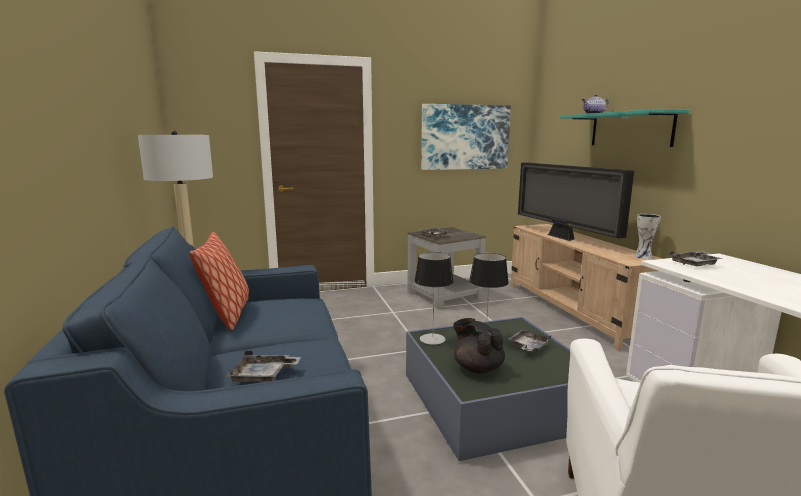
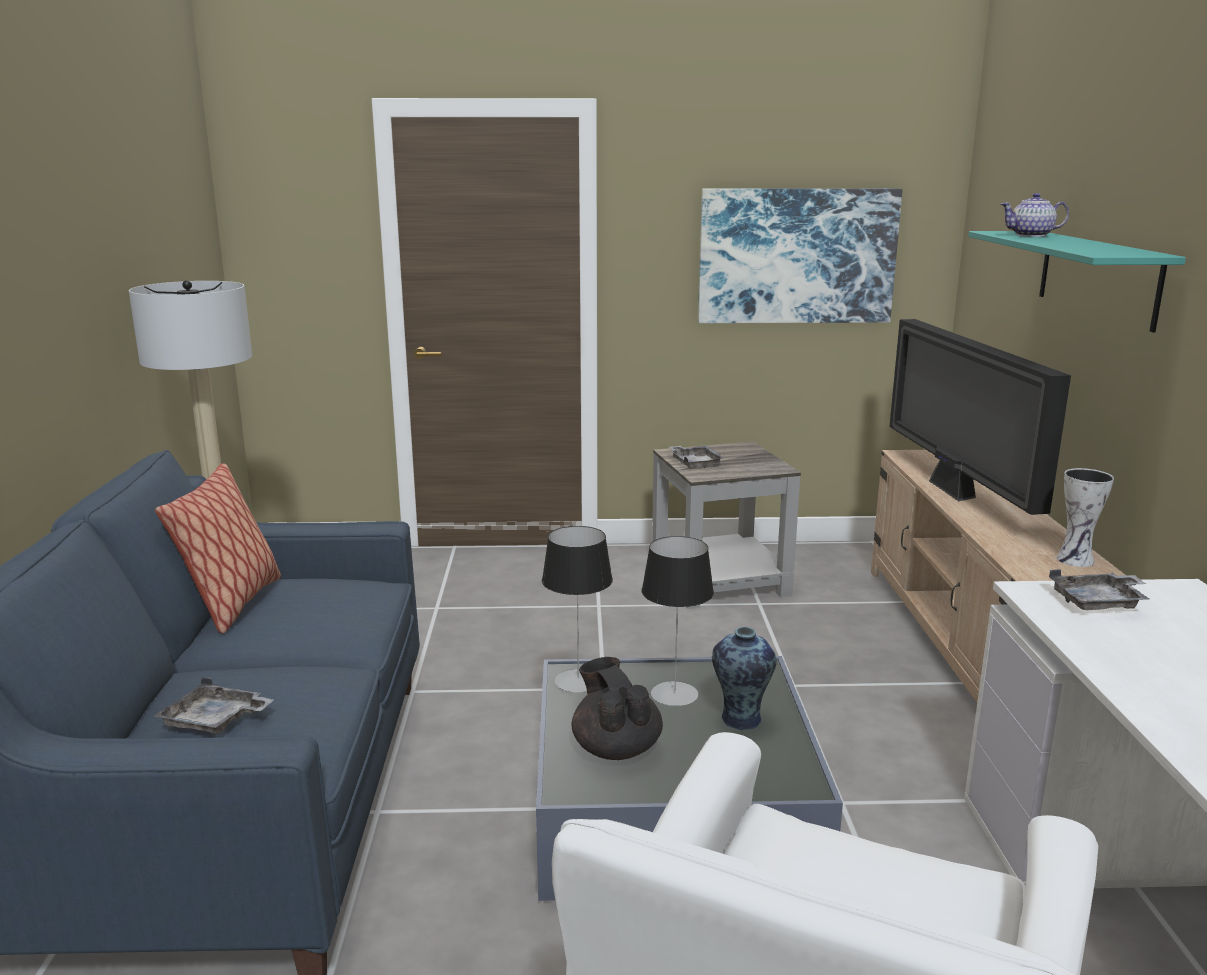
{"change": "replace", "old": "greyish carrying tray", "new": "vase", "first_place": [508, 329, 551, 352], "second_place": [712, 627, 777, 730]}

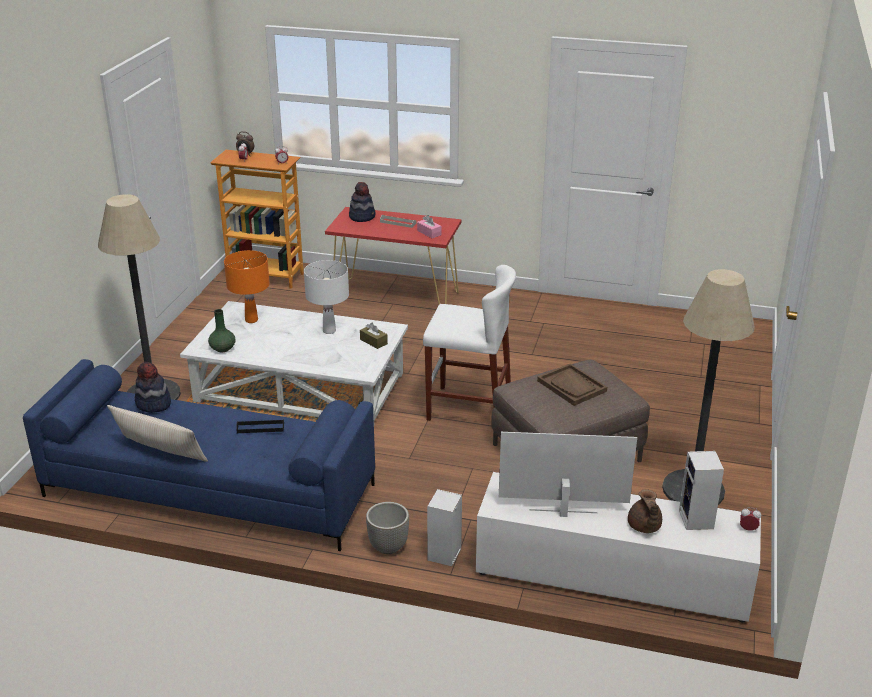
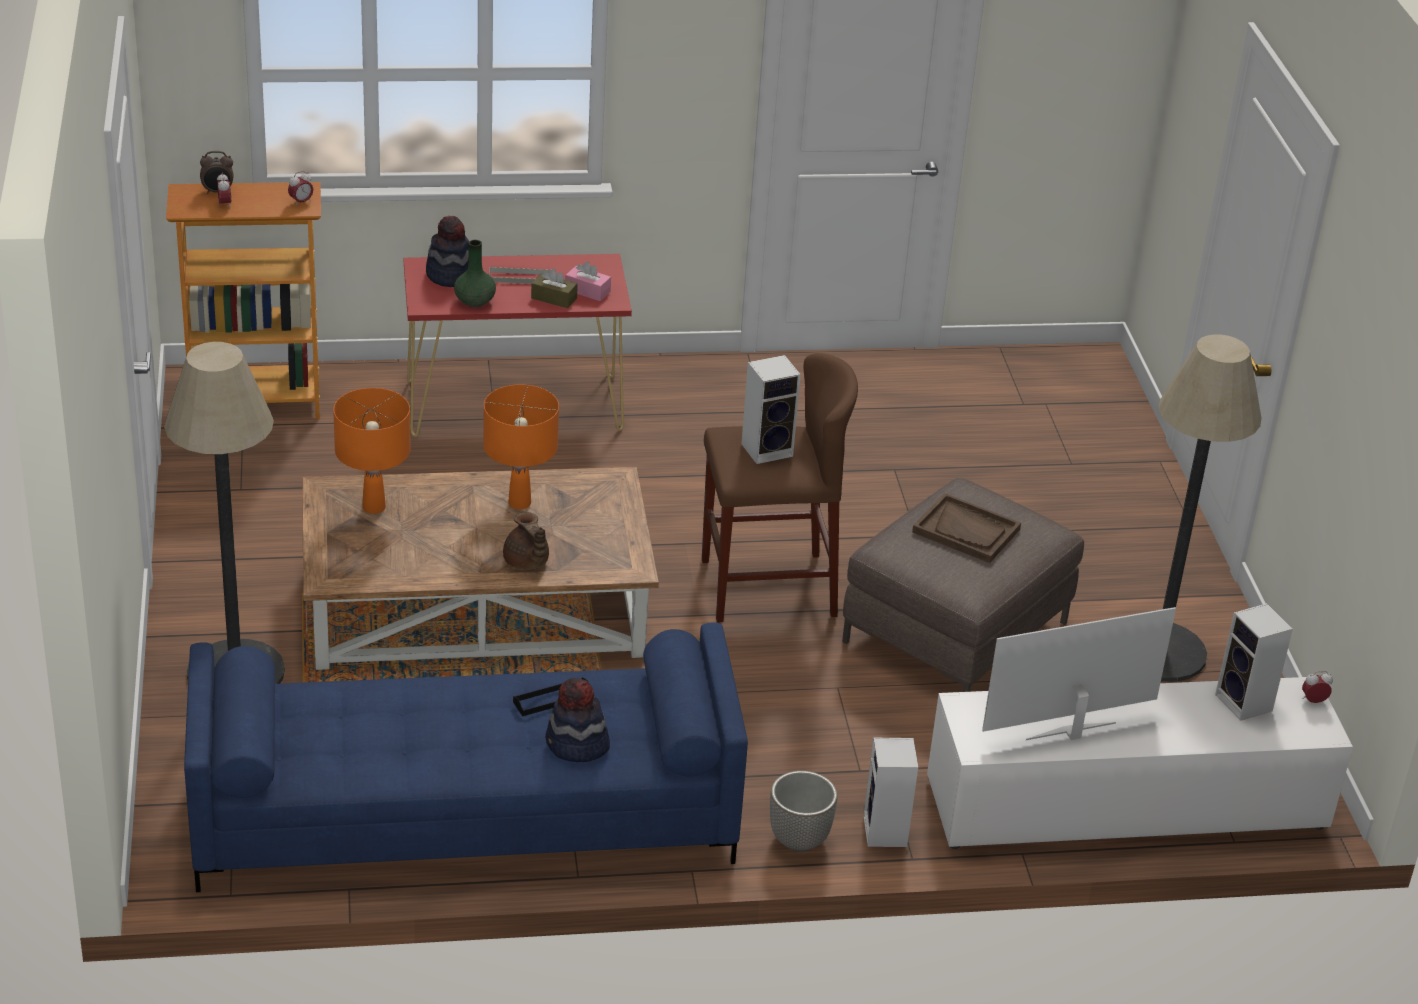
{"change": "delete", "old": "beige cushion", "first_place": [107, 405, 208, 462]}
{"change": "insert", "new": "speaker", "second_place": [741, 355, 801, 464]}
{"change": "move", "old": "clothing hat", "first_place": [134, 362, 171, 413], "second_place": [545, 678, 610, 762]}
{"change": "move", "old": "green-coloured vase", "first_place": [208, 309, 236, 352], "second_place": [454, 240, 496, 307]}
{"change": "move", "old": "brown-coloured tissue holder", "first_place": [360, 323, 388, 349], "second_place": [531, 269, 578, 308]}
{"change": "move", "old": "brown-coloured tea pot", "first_place": [628, 489, 662, 533], "second_place": [503, 512, 549, 570]}
{"change": "recolor", "old": "white low table", "new": "brown-coloured low table", "first_place": [180, 301, 408, 421], "second_place": [302, 467, 659, 670]}
{"change": "recolor", "old": "white lamp for a table", "new": "orange-coloured lamp for a table", "first_place": [304, 260, 349, 334], "second_place": [483, 384, 559, 509]}
{"change": "recolor", "old": "white stool seat", "new": "brown-coloured stool seat", "first_place": [423, 265, 516, 421], "second_place": [702, 353, 858, 622]}

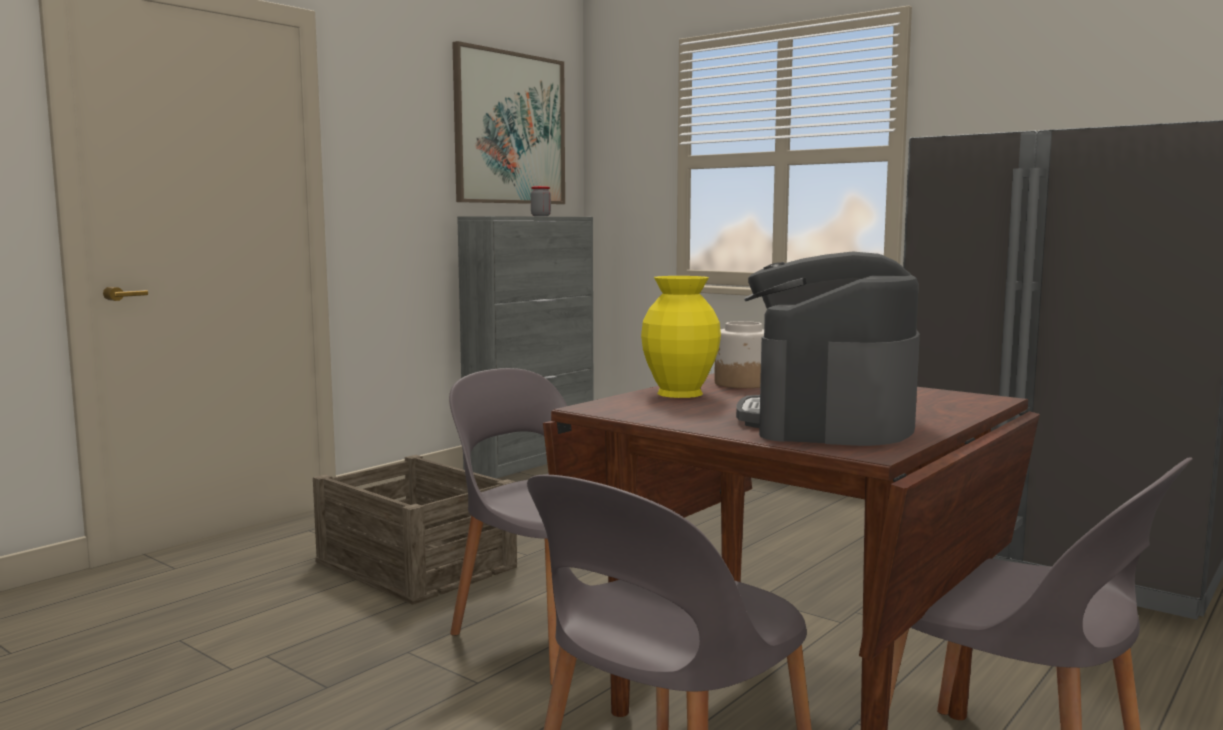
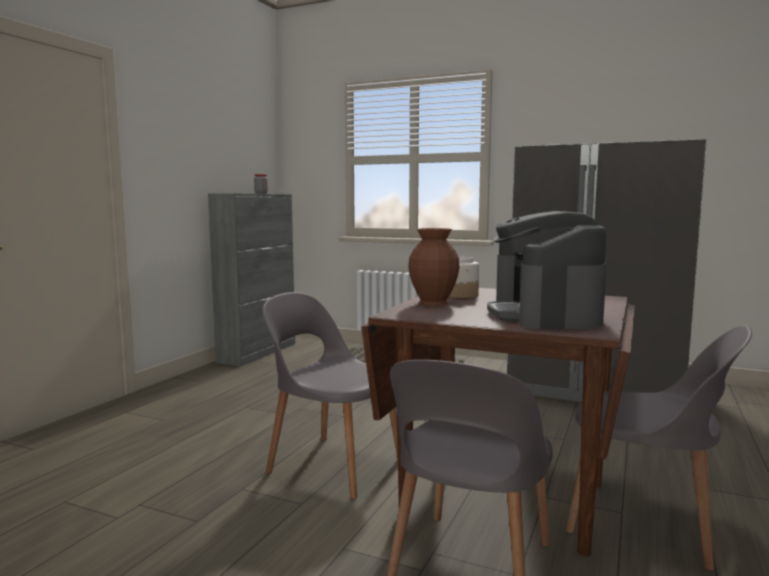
{"change": "delete", "old": "shipping crate", "first_place": [313, 455, 517, 605]}
{"change": "delete", "old": "picture", "first_place": [452, 41, 565, 204]}
{"change": "recolor", "old": "yellow vase", "new": "brown-coloured vase", "first_place": [641, 276, 721, 398], "second_place": [408, 228, 460, 306]}

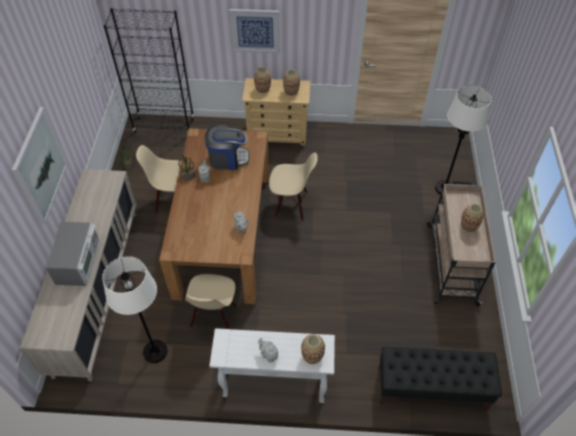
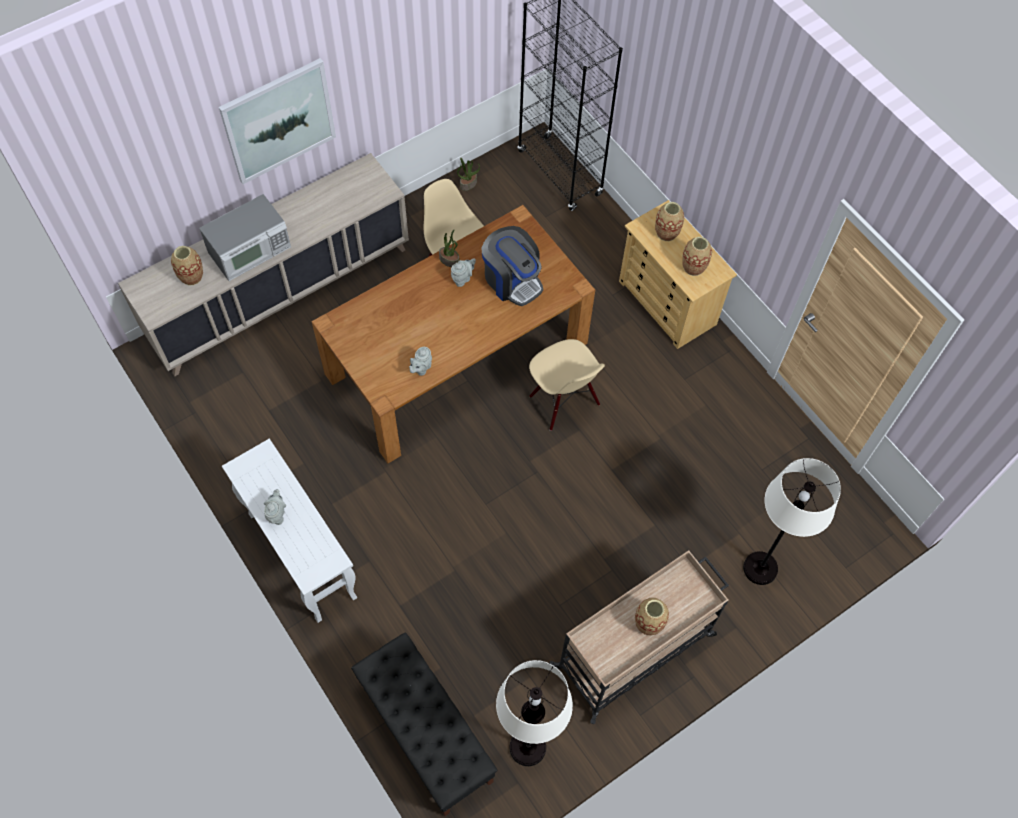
{"change": "delete", "old": "beige upright chair", "first_place": [185, 274, 236, 329]}
{"change": "delete", "old": "picture", "first_place": [229, 9, 280, 53]}
{"change": "move", "old": "white standard lamp", "first_place": [102, 256, 168, 363], "second_place": [496, 660, 573, 766]}
{"change": "move", "old": "vase", "first_place": [301, 334, 325, 365], "second_place": [171, 246, 203, 286]}

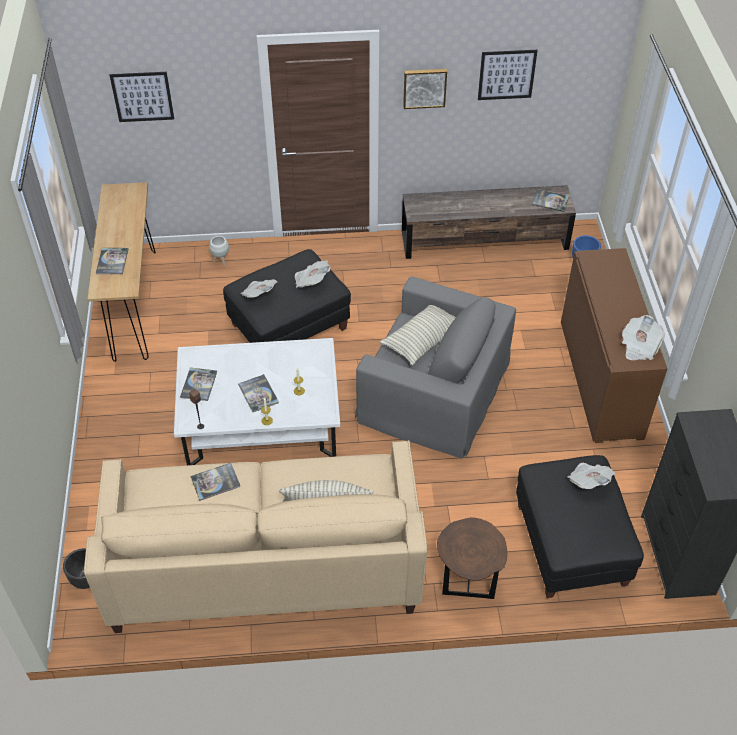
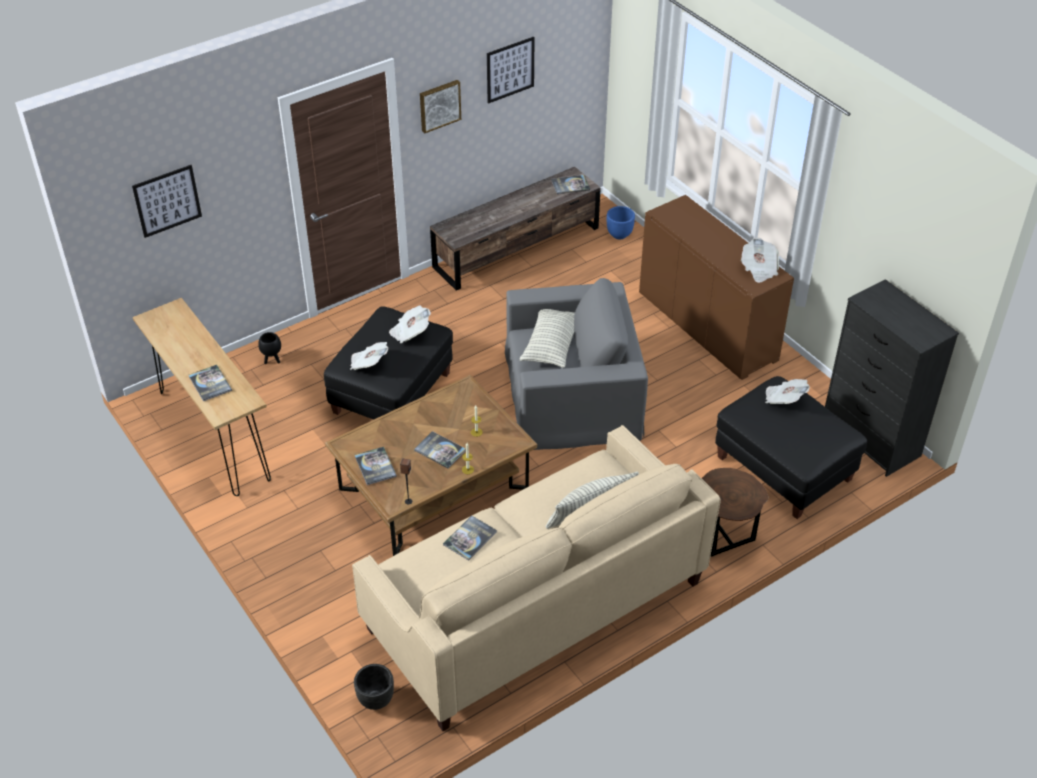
{"change": "recolor", "old": "white low table", "new": "brown-coloured low table", "first_place": [174, 338, 340, 465], "second_place": [325, 375, 537, 556]}
{"change": "recolor", "old": "white plant pot", "new": "black plant pot", "first_place": [209, 236, 229, 266], "second_place": [258, 332, 281, 364]}

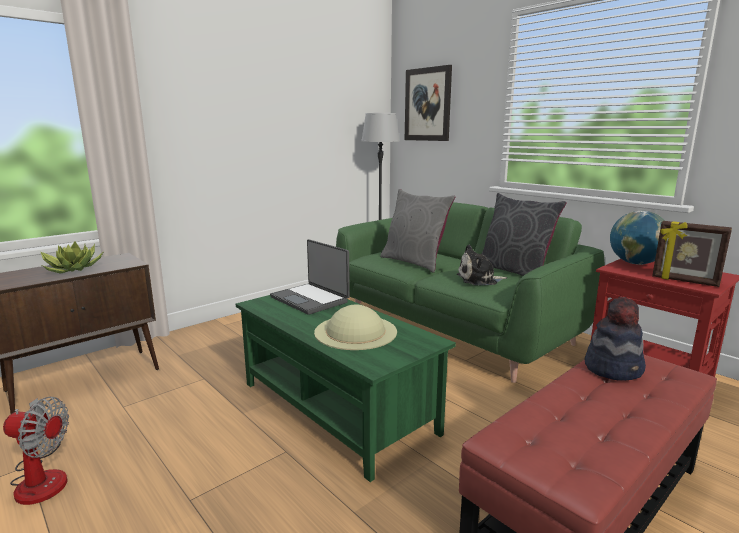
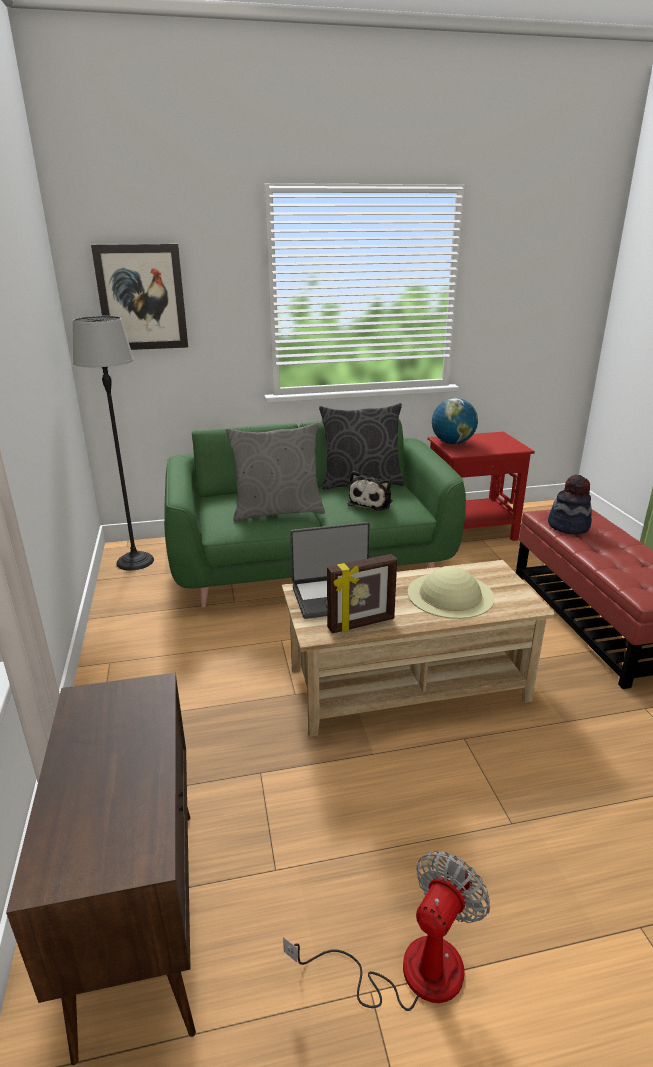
{"change": "delete", "old": "plant in a pot", "first_place": [40, 241, 104, 273]}
{"change": "move", "old": "picture frame", "first_place": [652, 221, 732, 287], "second_place": [327, 554, 397, 634]}
{"change": "recolor", "old": "green-coloured low table", "new": "beige low table", "first_place": [236, 295, 456, 482], "second_place": [282, 560, 556, 737]}

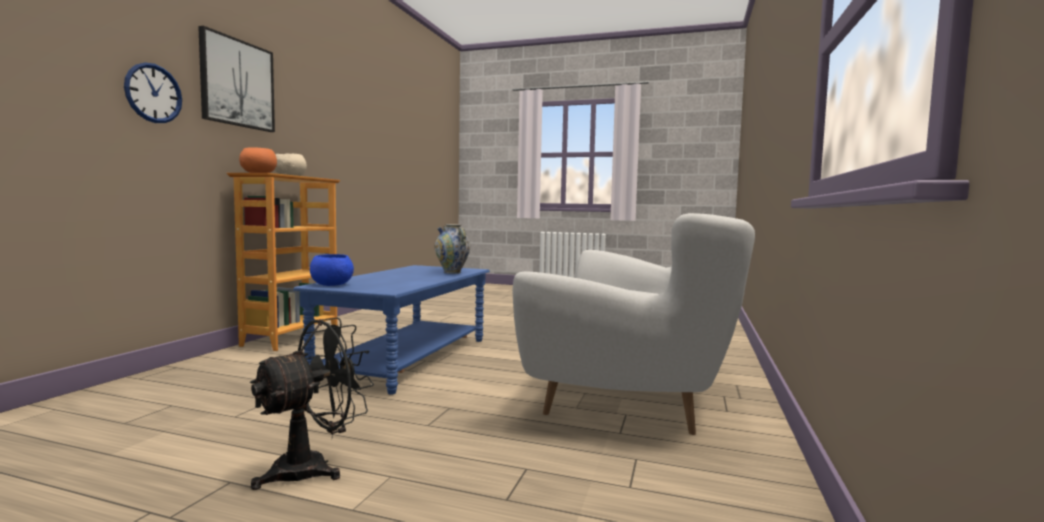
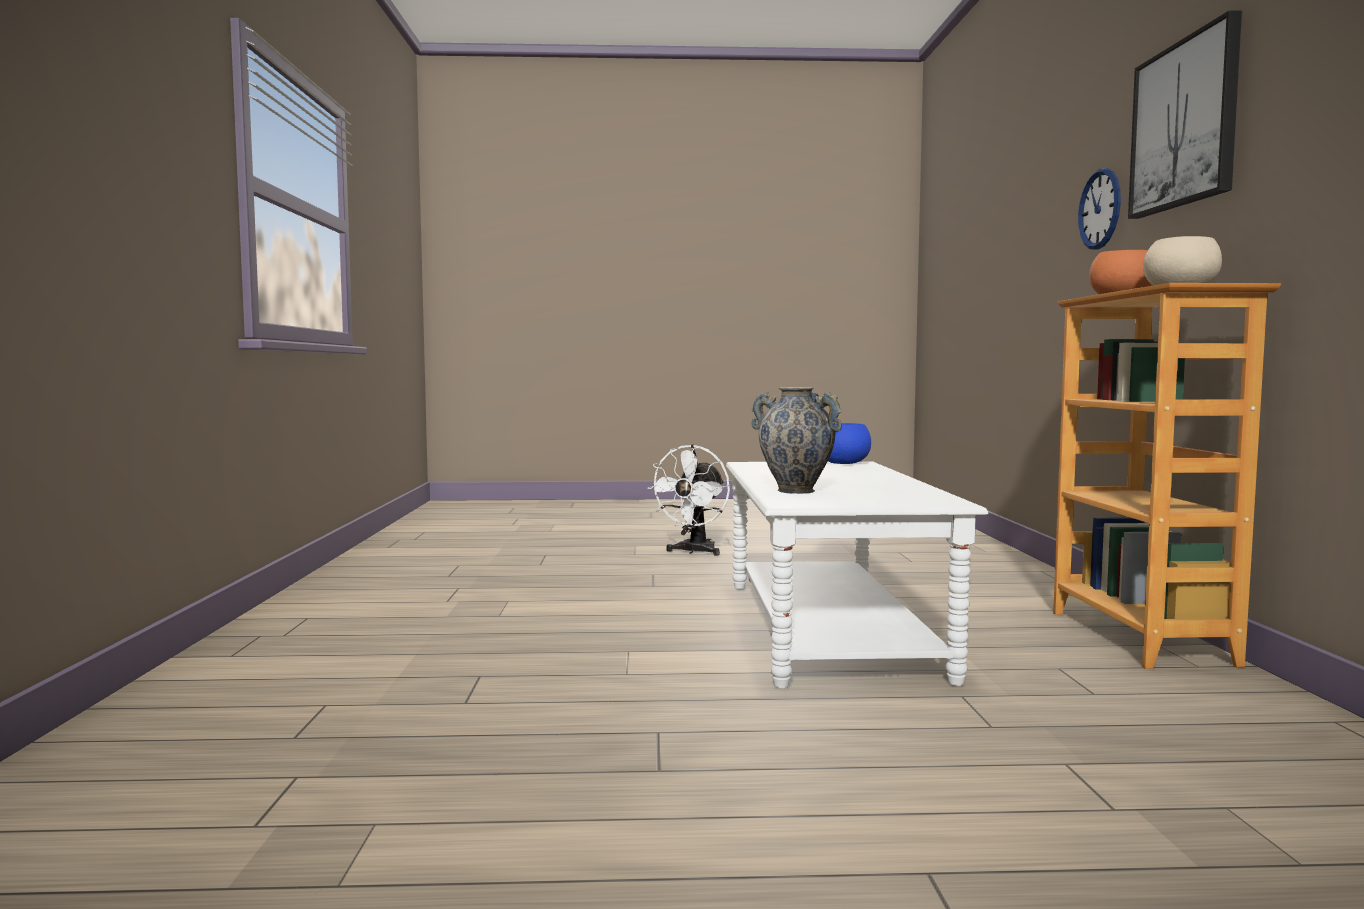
{"change": "delete", "old": "white sofa", "first_place": [512, 213, 755, 435]}
{"change": "recolor", "old": "black electric fan", "new": "white electric fan", "first_place": [250, 317, 374, 490], "second_place": [647, 445, 730, 556]}
{"change": "recolor", "old": "blue-coloured low table", "new": "white low table", "first_place": [293, 265, 490, 395], "second_place": [726, 461, 988, 688]}

